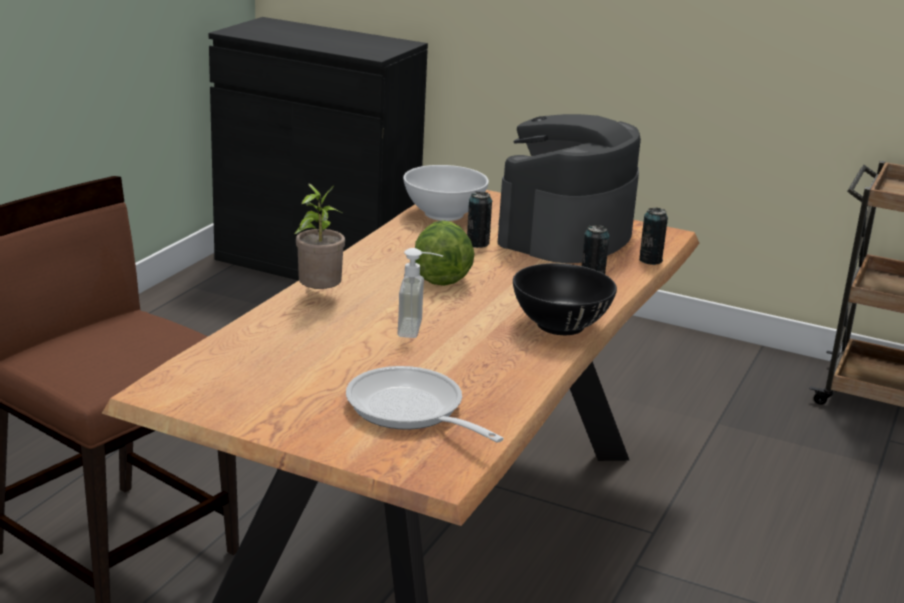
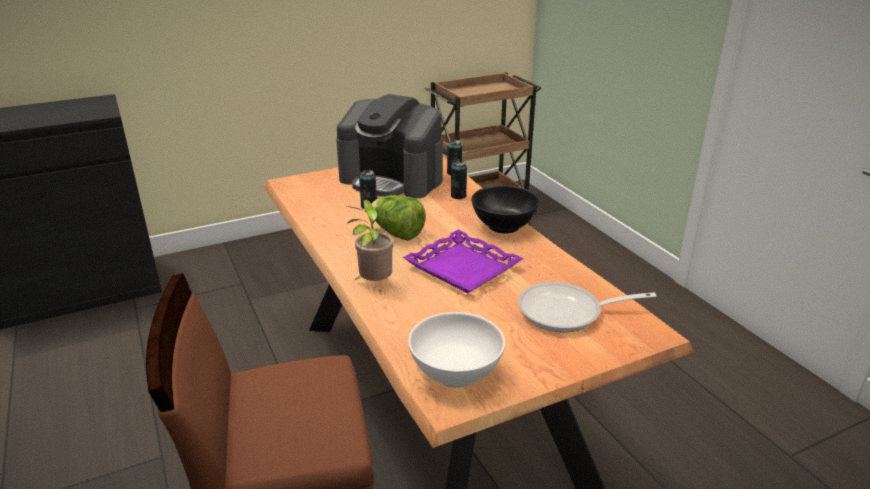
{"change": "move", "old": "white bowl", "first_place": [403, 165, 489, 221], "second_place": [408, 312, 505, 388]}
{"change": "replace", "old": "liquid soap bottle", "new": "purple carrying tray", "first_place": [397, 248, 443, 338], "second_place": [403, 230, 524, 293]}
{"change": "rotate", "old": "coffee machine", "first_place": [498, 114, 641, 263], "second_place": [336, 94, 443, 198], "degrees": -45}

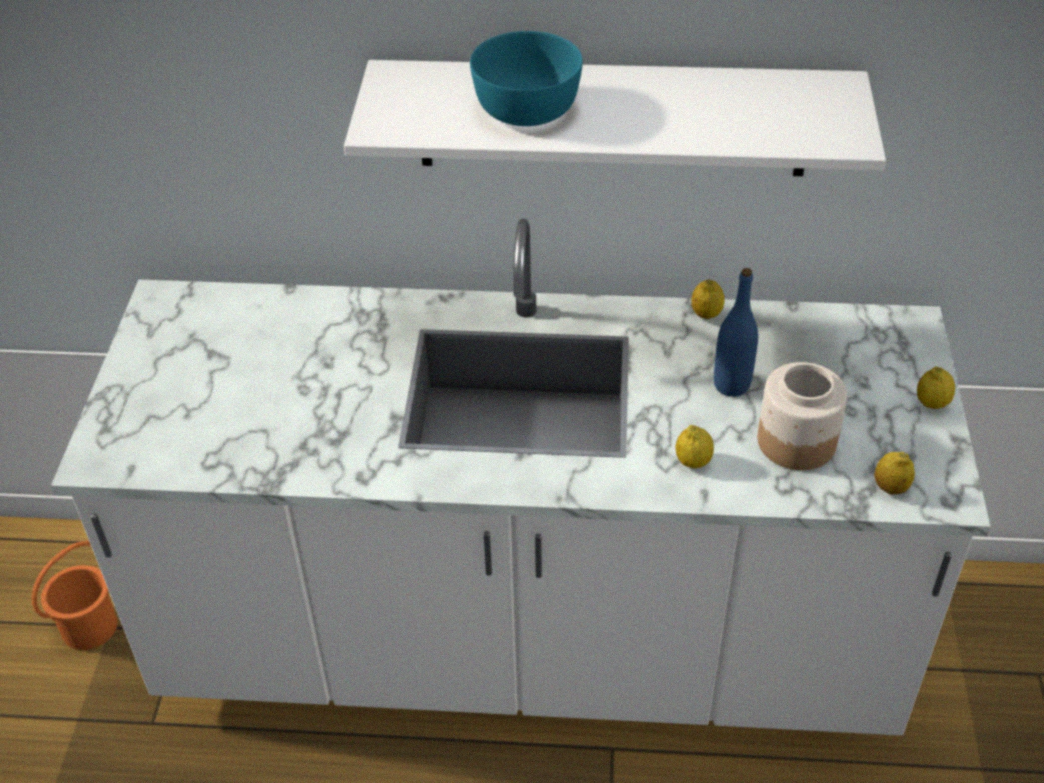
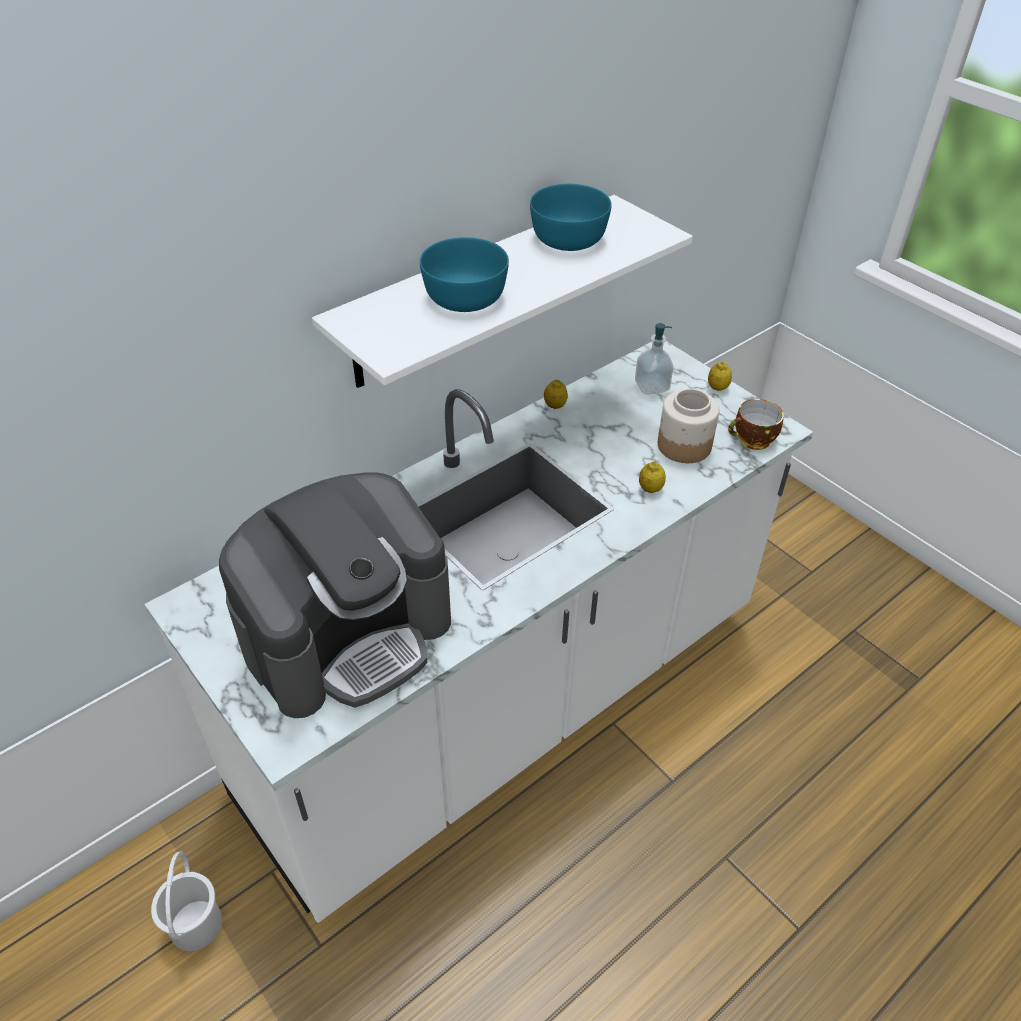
{"change": "delete", "old": "blue-coloured drink bottle", "first_place": [714, 268, 758, 397]}
{"change": "insert", "new": "coffee machine", "second_place": [219, 472, 451, 718]}
{"change": "insert", "new": "turquoise-coloured bowl", "second_place": [530, 184, 612, 251]}
{"change": "insert", "new": "liquid soap bottle", "second_place": [635, 323, 673, 395]}
{"change": "replace", "old": "whole lemon", "new": "drinking cup", "first_place": [874, 452, 915, 494], "second_place": [728, 399, 784, 450]}
{"change": "recolor", "old": "orange-coloured water bucket", "new": "white water bucket", "first_place": [32, 541, 118, 650], "second_place": [151, 851, 222, 951]}

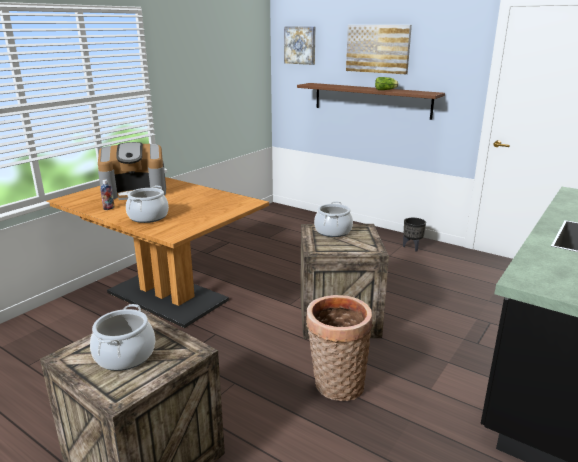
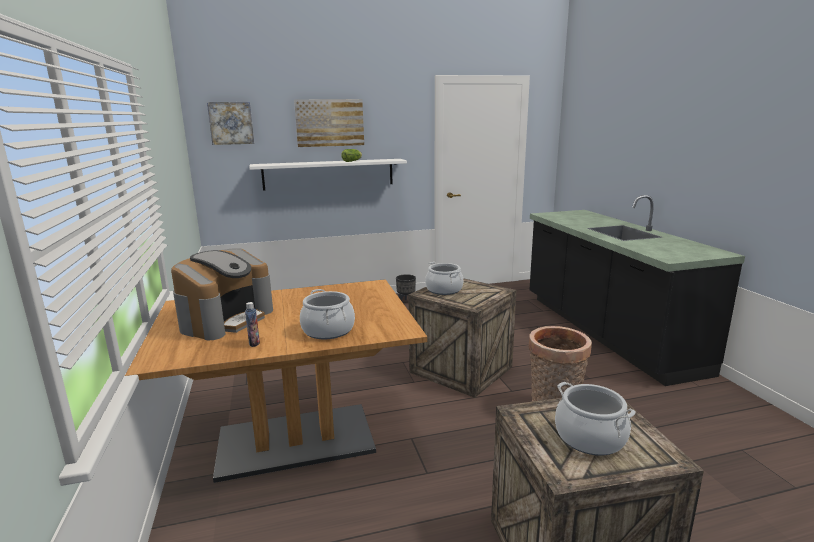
{"change": "recolor", "old": "brown-coloured wall shelf", "new": "white wall shelf", "first_place": [297, 83, 445, 120], "second_place": [249, 159, 407, 191]}

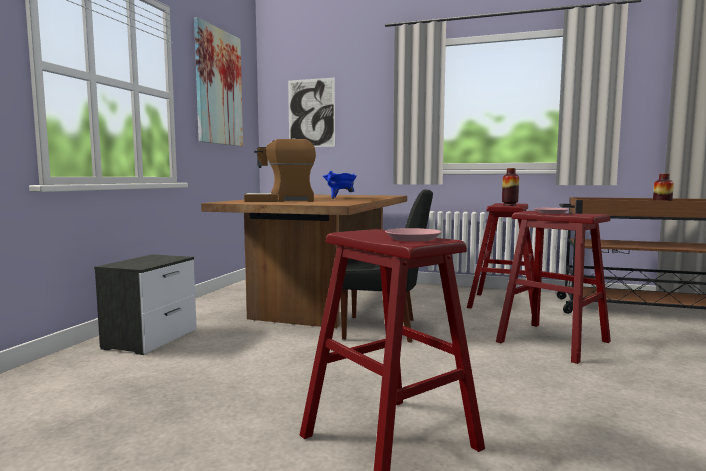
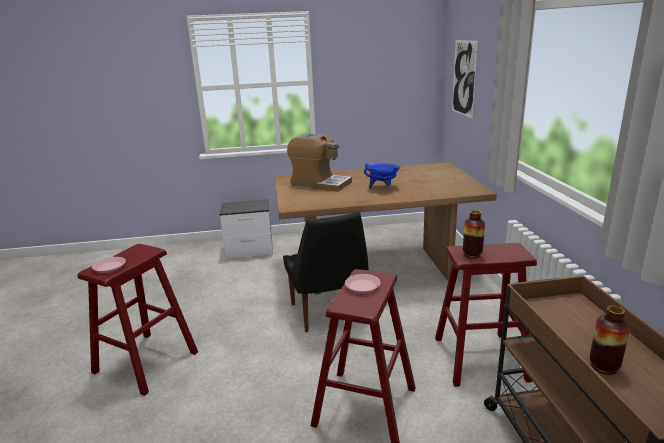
{"change": "delete", "old": "picture", "first_place": [194, 17, 243, 146]}
{"change": "rotate", "old": "coffee machine", "first_place": [244, 138, 316, 202], "second_place": [287, 133, 352, 192], "degrees": 150}

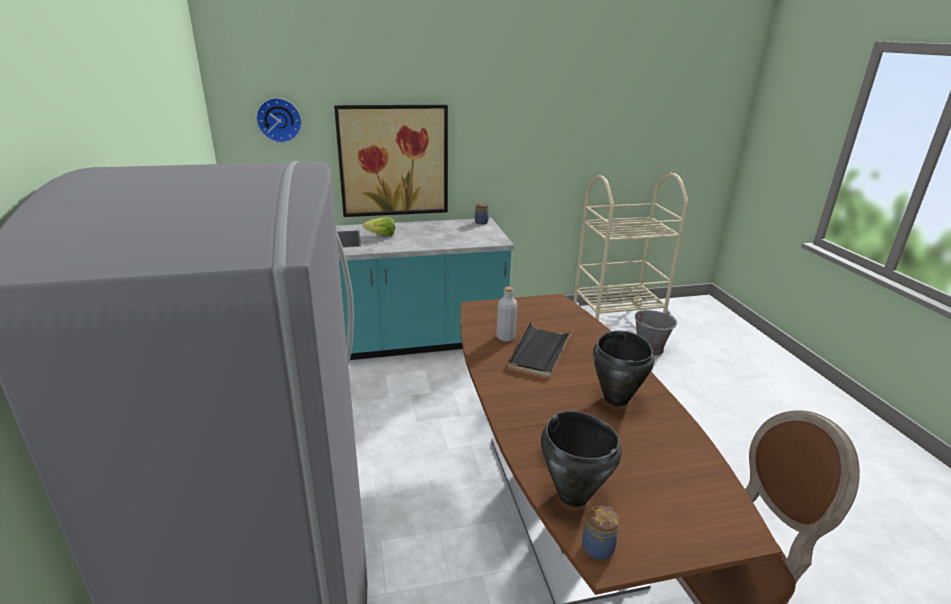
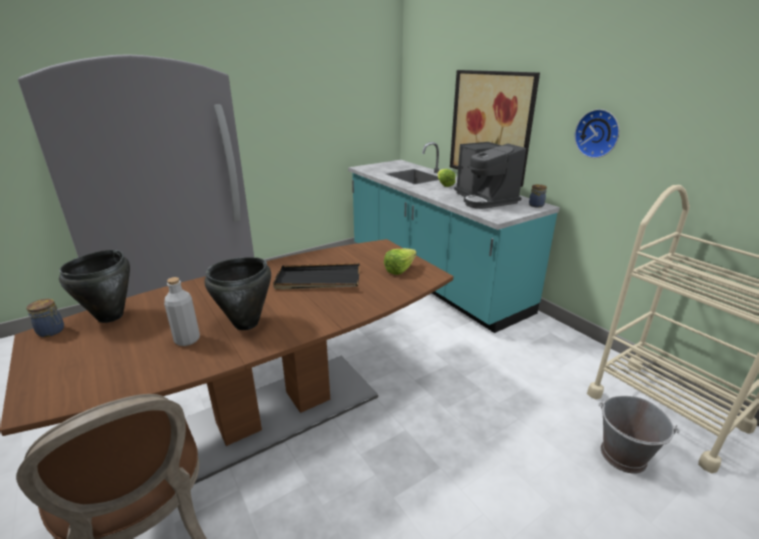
{"change": "insert", "new": "lettuce head", "second_place": [384, 248, 417, 275]}
{"change": "insert", "new": "coffee machine", "second_place": [454, 142, 526, 209]}
{"change": "move", "old": "hanging clock", "first_place": [256, 98, 302, 143], "second_place": [574, 109, 620, 158]}
{"change": "move", "old": "greyish drink bottle", "first_place": [496, 287, 518, 341], "second_place": [164, 277, 200, 346]}

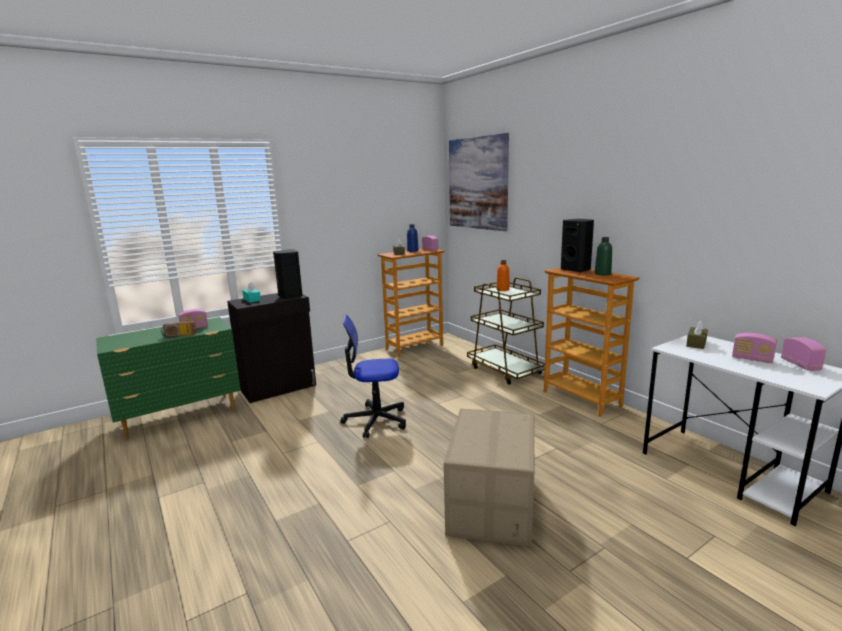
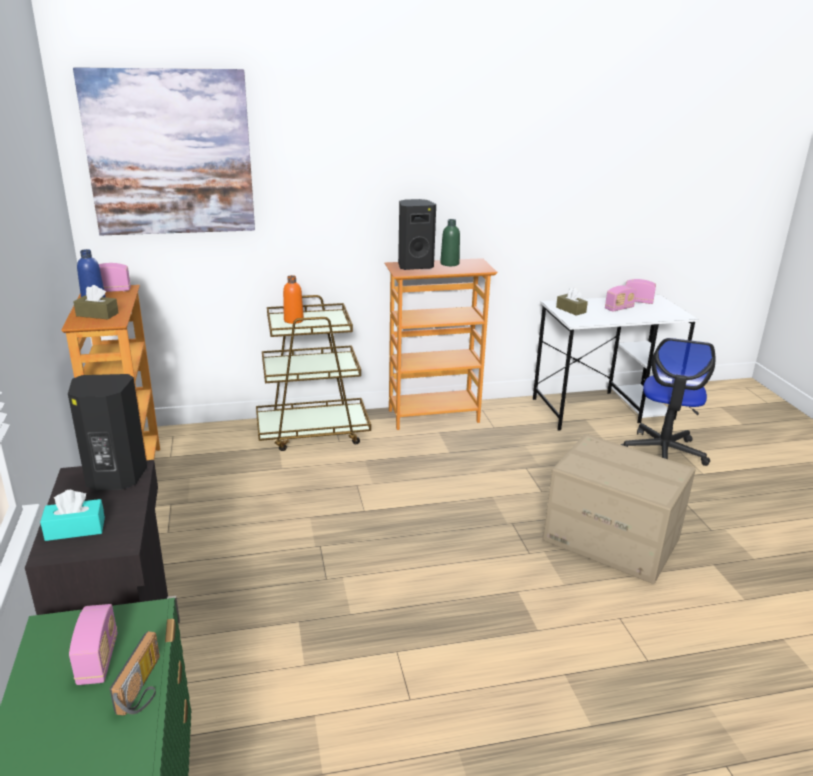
{"change": "move", "old": "computer chair", "first_place": [341, 315, 406, 438], "second_place": [620, 338, 715, 466]}

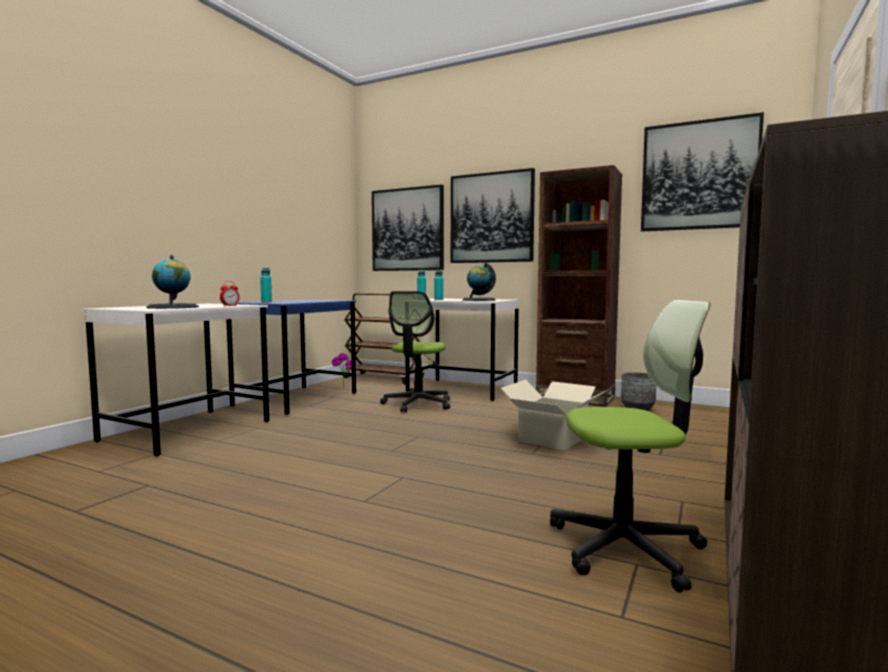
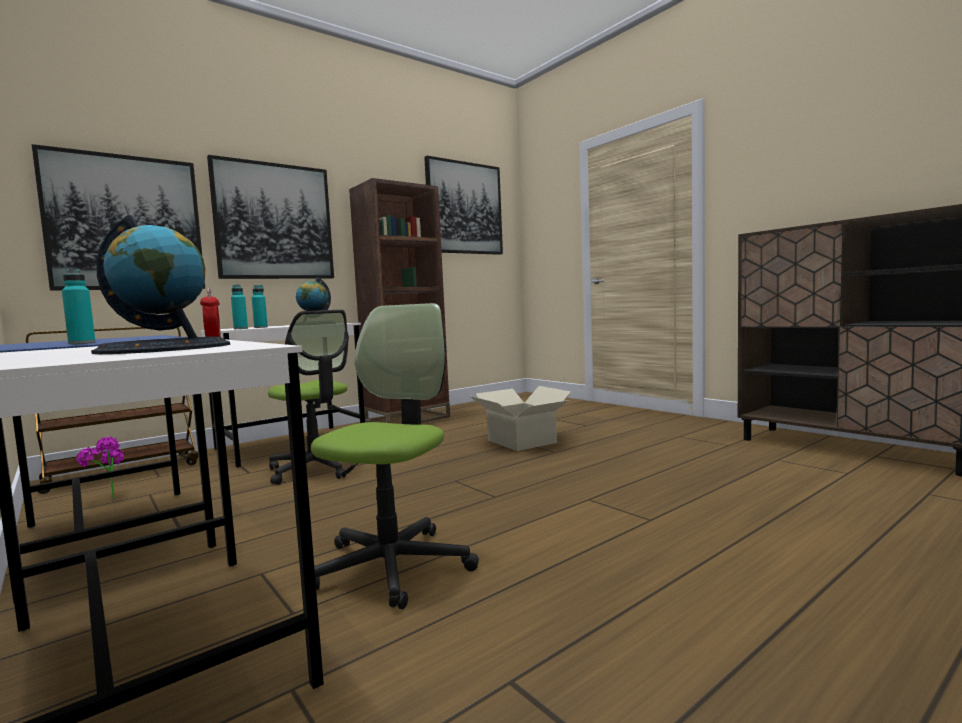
{"change": "delete", "old": "greyish plant pot", "first_place": [621, 372, 656, 411]}
{"change": "move", "old": "computer chair", "first_place": [550, 300, 710, 592], "second_place": [311, 303, 479, 609]}

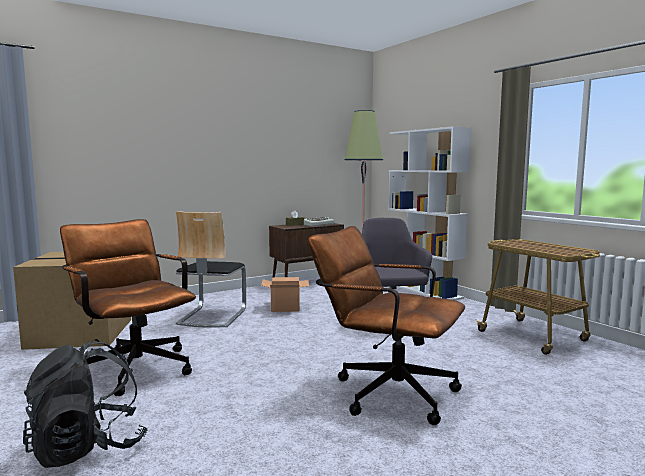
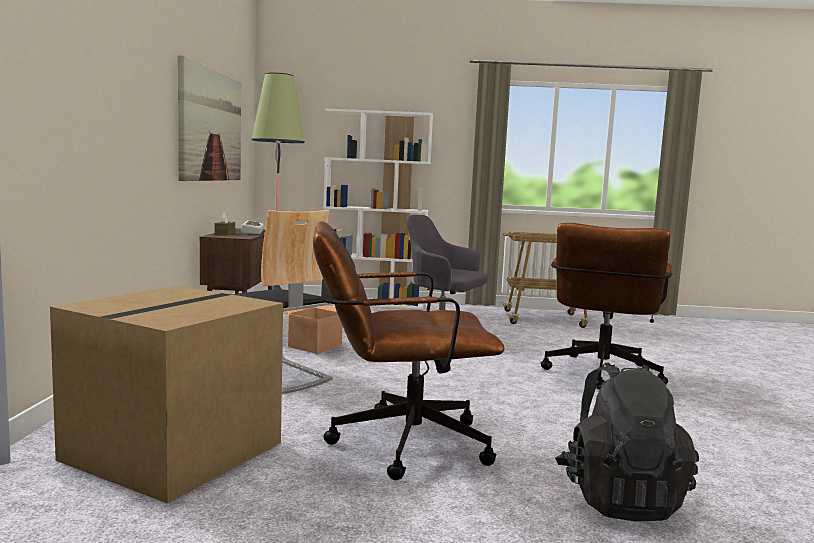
{"change": "insert", "new": "picture", "second_place": [178, 55, 241, 181]}
{"change": "rotate", "old": "brown-coloured computer chair", "first_place": [308, 226, 465, 425], "second_place": [541, 223, 673, 388], "degrees": -45}

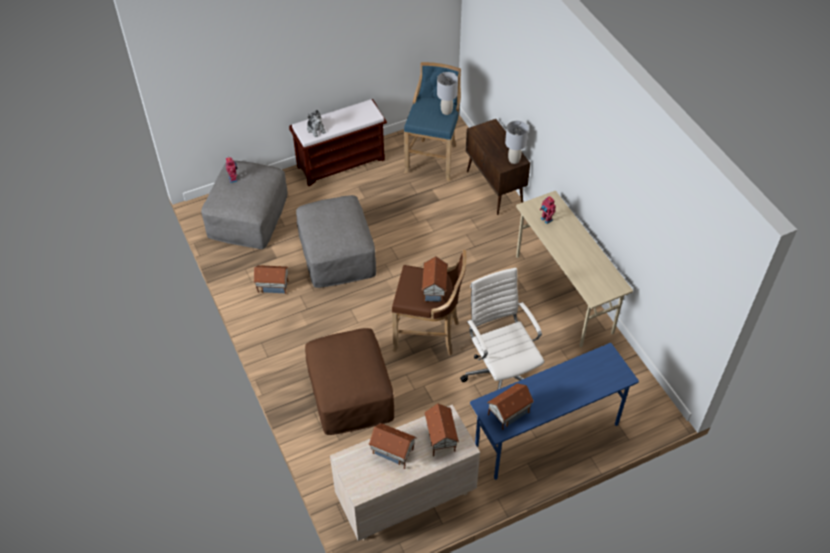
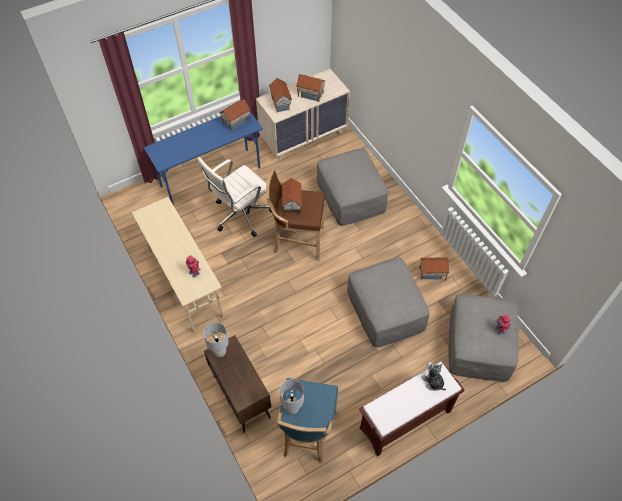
{"change": "recolor", "old": "brown-coloured footrest", "new": "greyish footrest", "first_place": [305, 328, 394, 435], "second_place": [317, 148, 388, 226]}
{"change": "rotate", "old": "white computer chair", "first_place": [460, 268, 544, 390], "second_place": [198, 157, 272, 237], "degrees": 75}

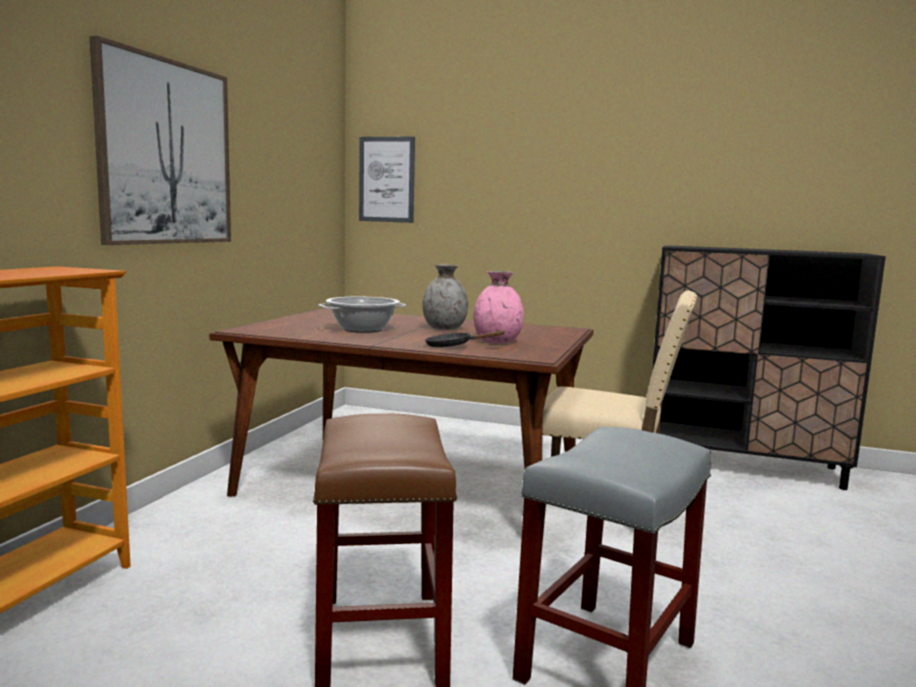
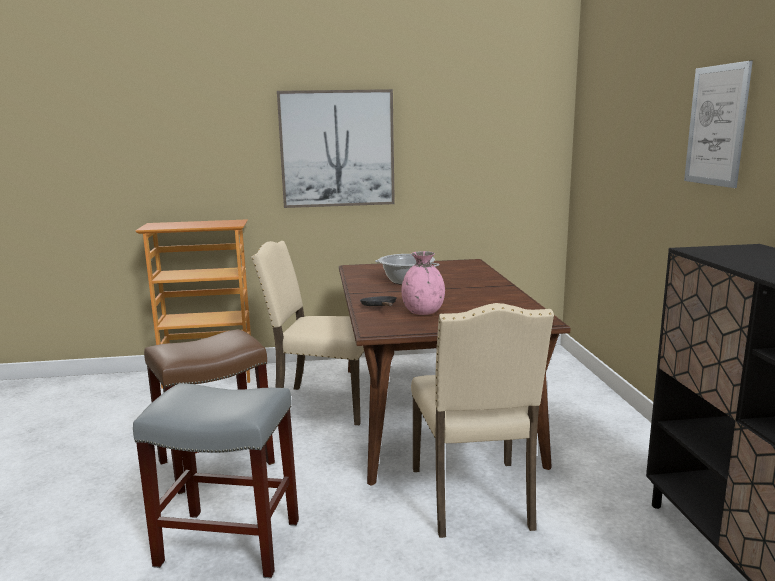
{"change": "delete", "old": "greyish vase", "first_place": [423, 265, 468, 330]}
{"change": "insert", "new": "beige upright chair", "second_place": [251, 241, 364, 425]}
{"change": "move", "old": "picture", "first_place": [359, 137, 415, 223], "second_place": [684, 61, 753, 188]}

